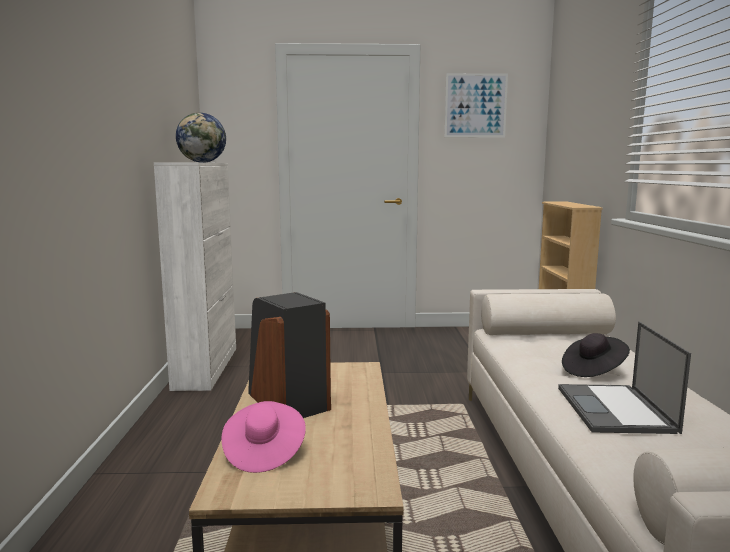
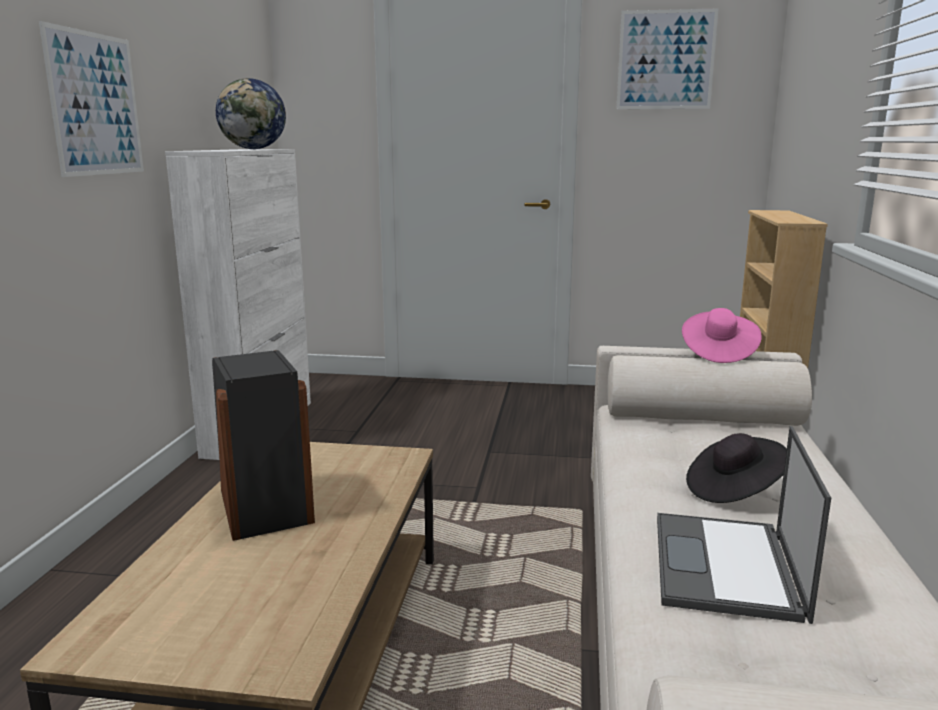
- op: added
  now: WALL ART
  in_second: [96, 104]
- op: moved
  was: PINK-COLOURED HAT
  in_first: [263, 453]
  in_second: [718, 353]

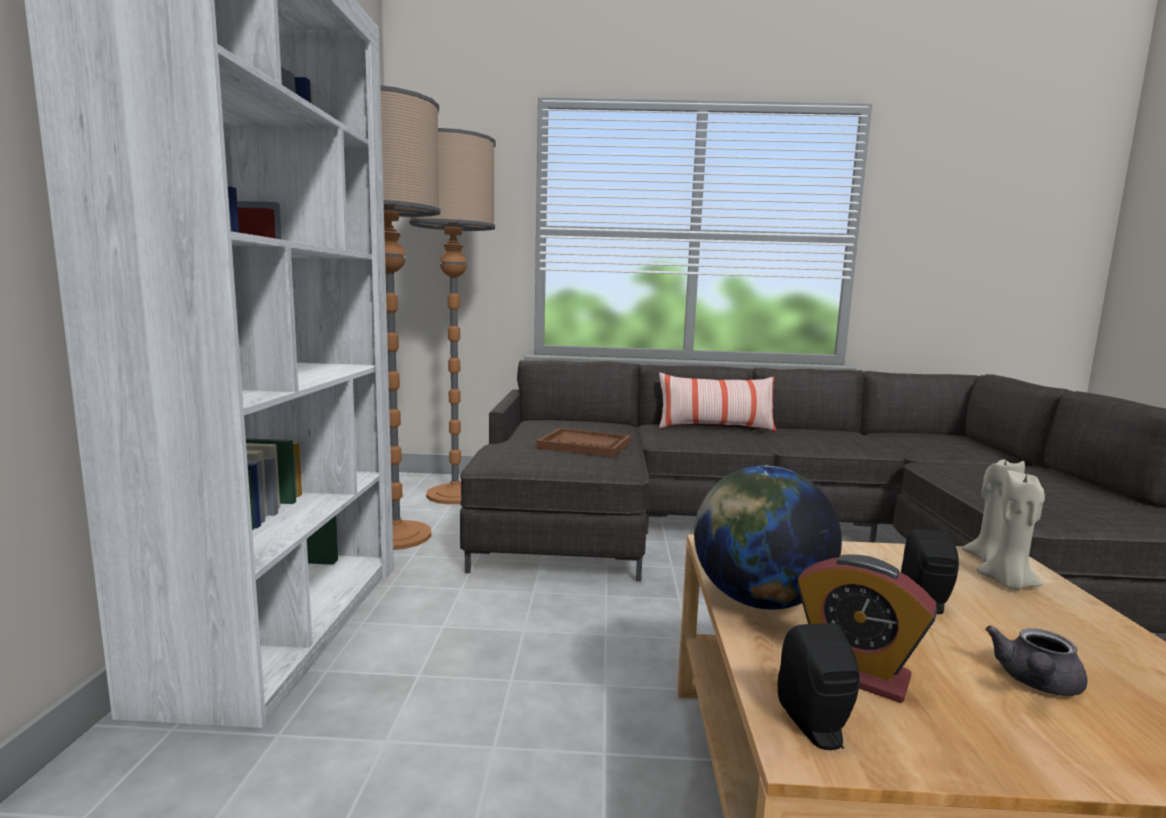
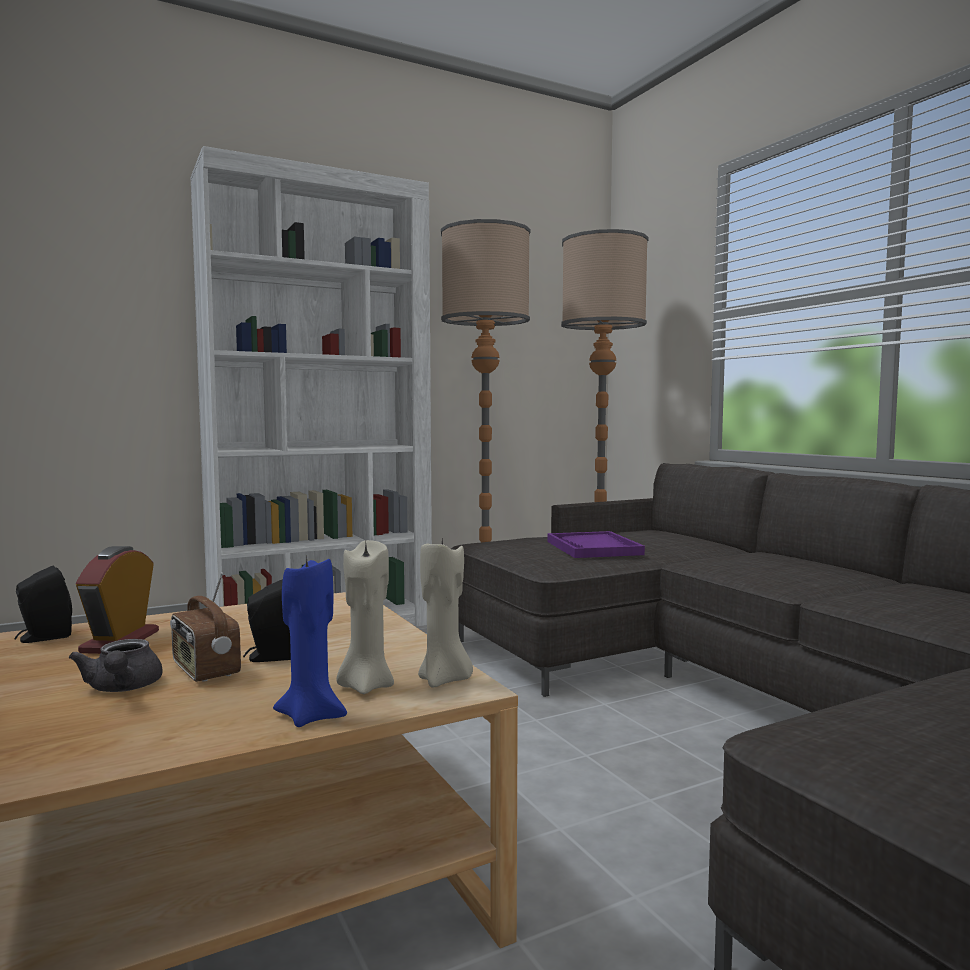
- op: removed
  was: CUSHION
  in_first: [715, 428]
- op: removed
  was: WORLD GLOBE
  in_first: [758, 600]
- op: added
  now: RADIO SET
  in_second: [204, 670]
- op: added
  now: BLUISH WAX CANDLE
  in_second: [311, 716]
- op: recoloured
  was: BROWN-COLOURED SERVING TRAY
  now: PURPLE-COLOURED SERVING TRAY
  in_first: [585, 445]
  in_second: [593, 548]
- op: turned
  was: GREYISH TEAPOT
  in_first: [1036, 683]
  in_second: [122, 688]
  clockwise: -120

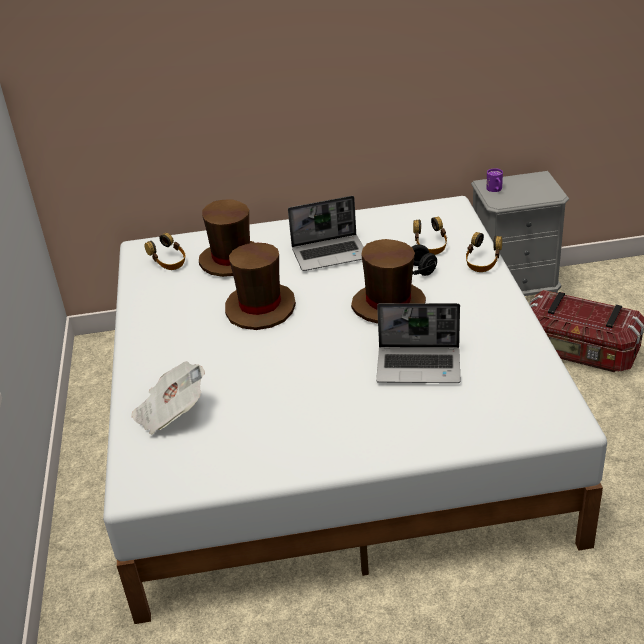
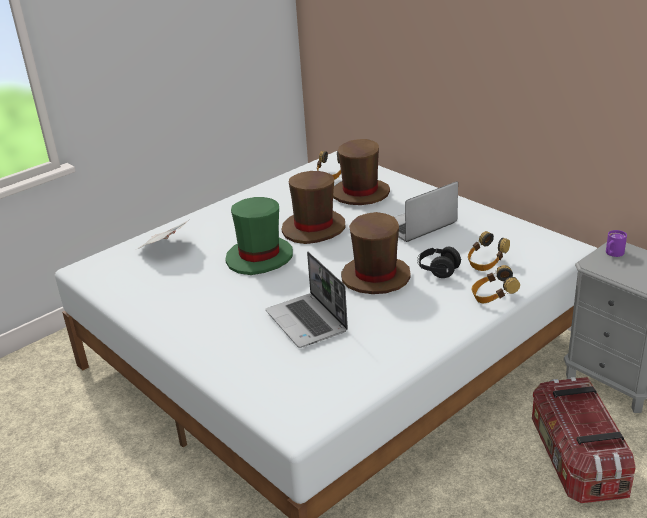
- op: added
  now: GREEN HAT
  in_second: [260, 257]
- op: turned
  was: NOTEBOOK COMPUTER
  in_first: [330, 254]
  in_second: [417, 225]
  clockwise: 105

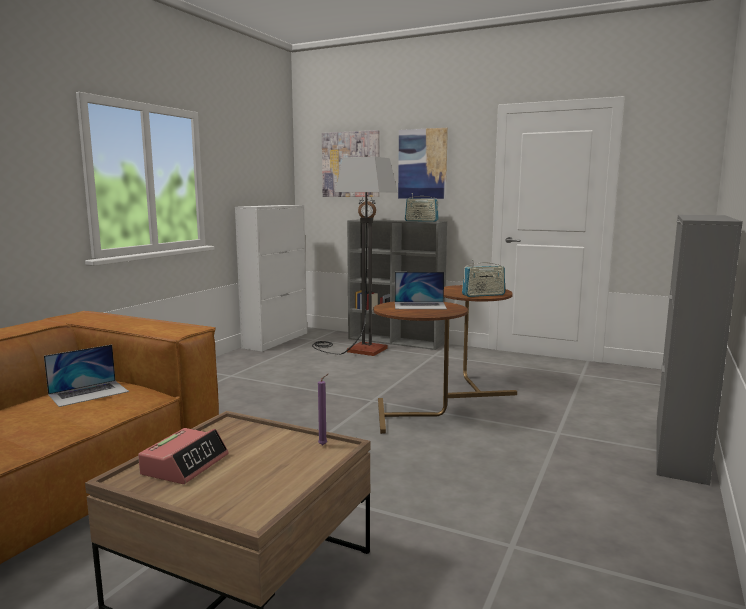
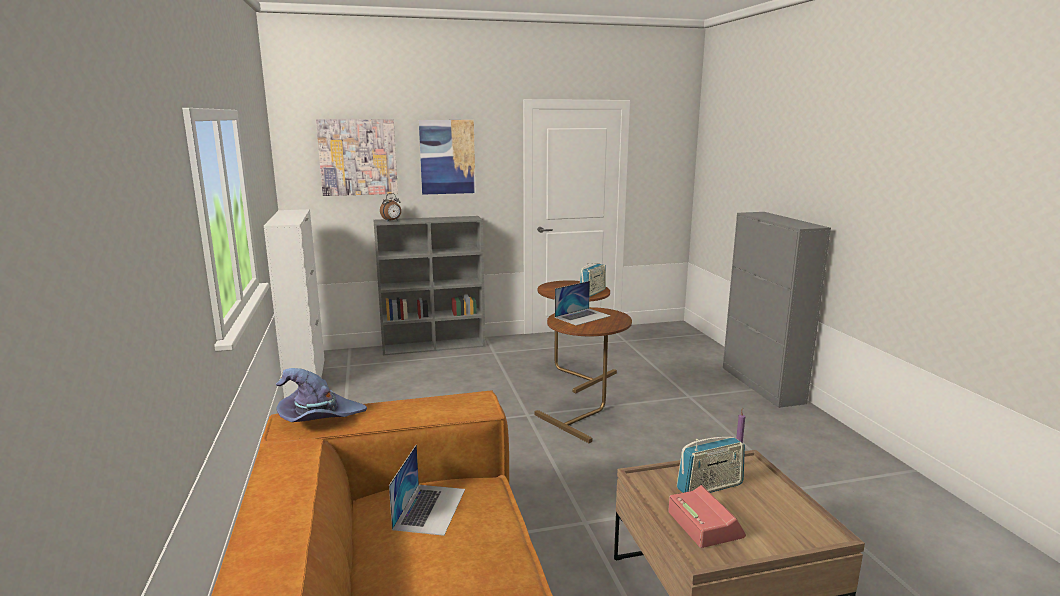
- op: removed
  was: STANDARD LAMP
  in_first: [355, 349]
- op: added
  now: PURPLE-COLOURED HAT
  in_second: [319, 417]
- op: moved
  was: RADIO SET
  in_first: [421, 221]
  in_second: [710, 487]

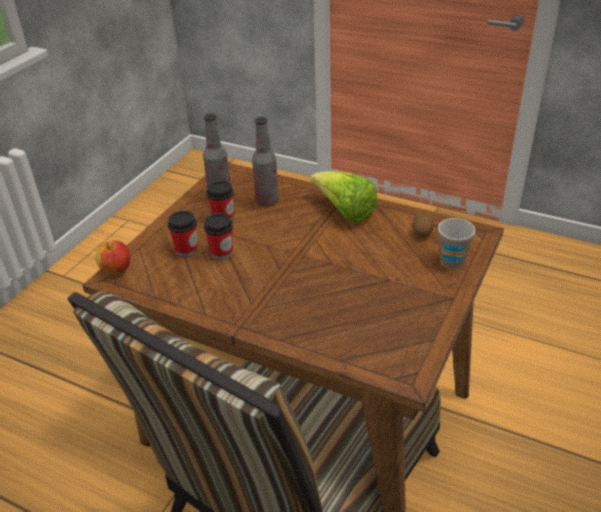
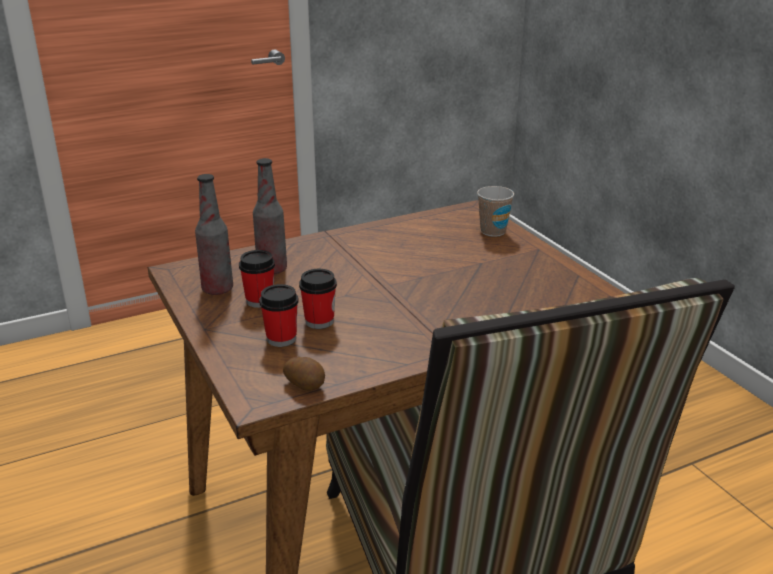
- op: removed
  was: WHOLE APPLE
  in_first: [116, 270]
- op: removed
  was: LETTUCE HEAD
  in_first: [345, 212]
- op: moved
  was: WHOLE POTATO
  in_first: [422, 232]
  in_second: [306, 384]

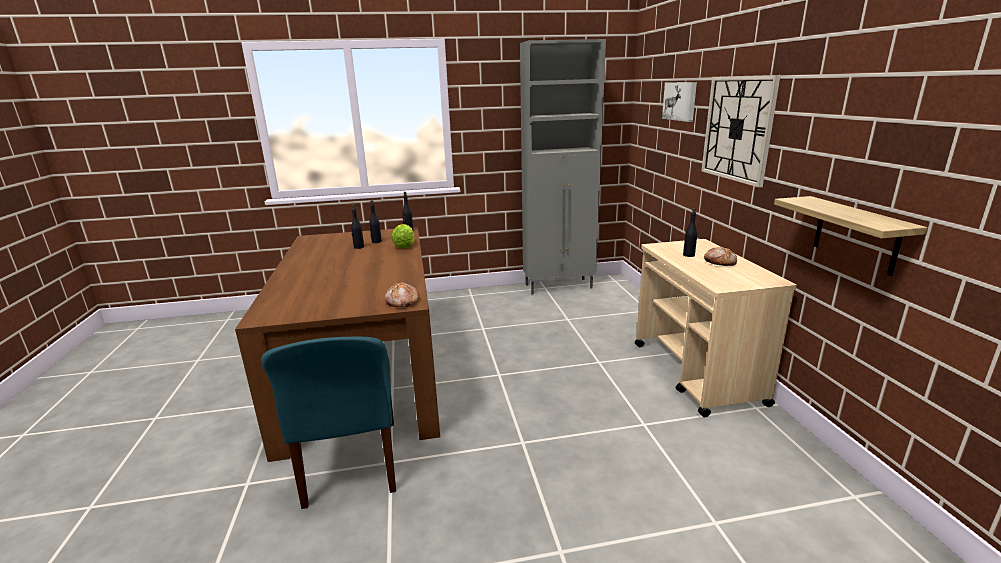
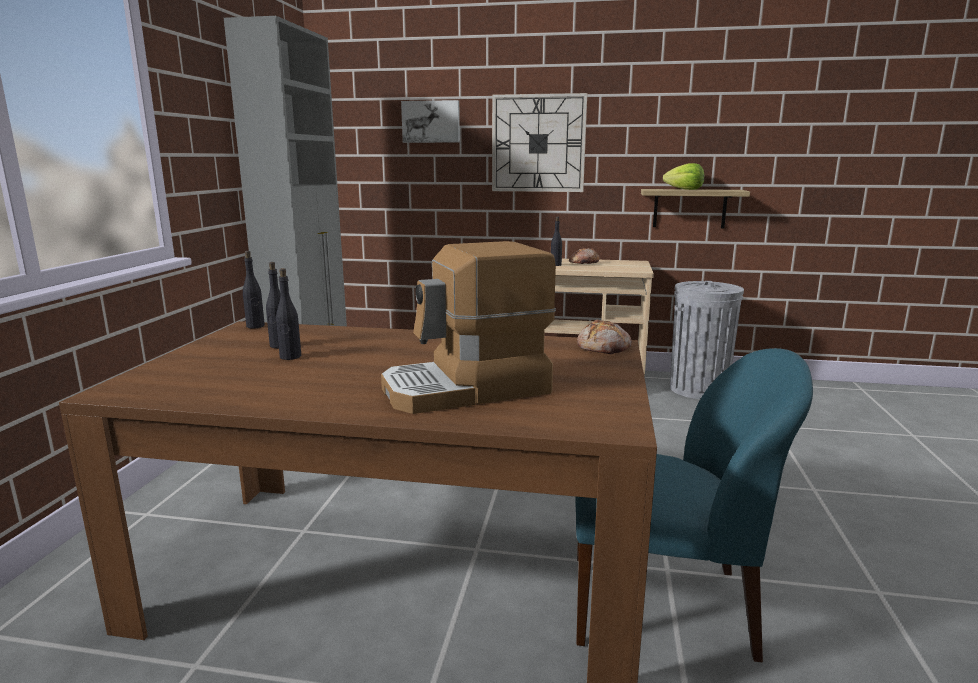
- op: added
  now: COFFEE MAKER
  in_second: [467, 389]
- op: added
  now: GREYISH WASTE BIN
  in_second: [698, 389]
- op: moved
  was: LETTUCE HEAD
  in_first: [405, 245]
  in_second: [684, 189]

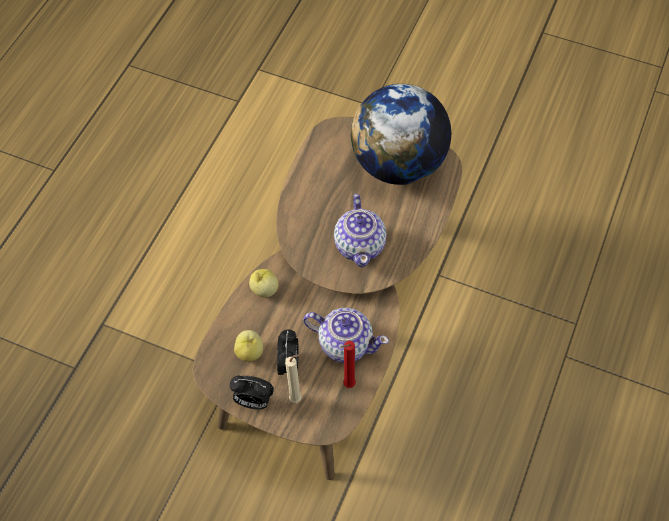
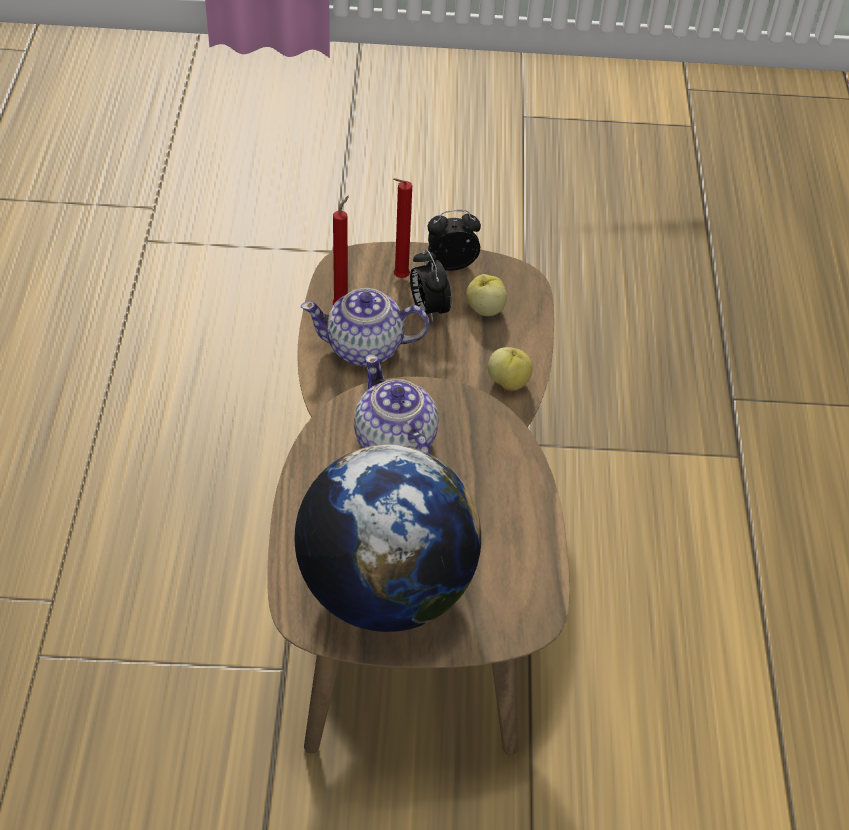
- op: recoloured
  was: SAND-COLOURED WAX CANDLE
  now: REDDISH WAX CANDLE
  in_first: [297, 399]
  in_second: [399, 278]

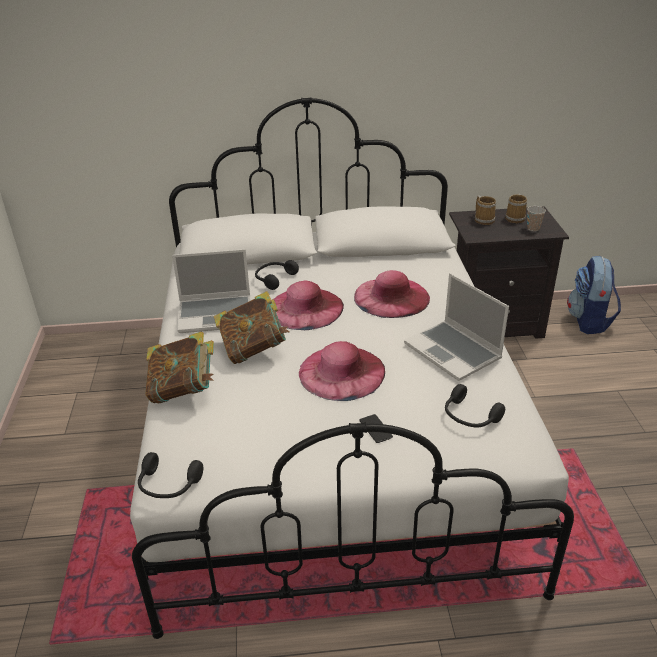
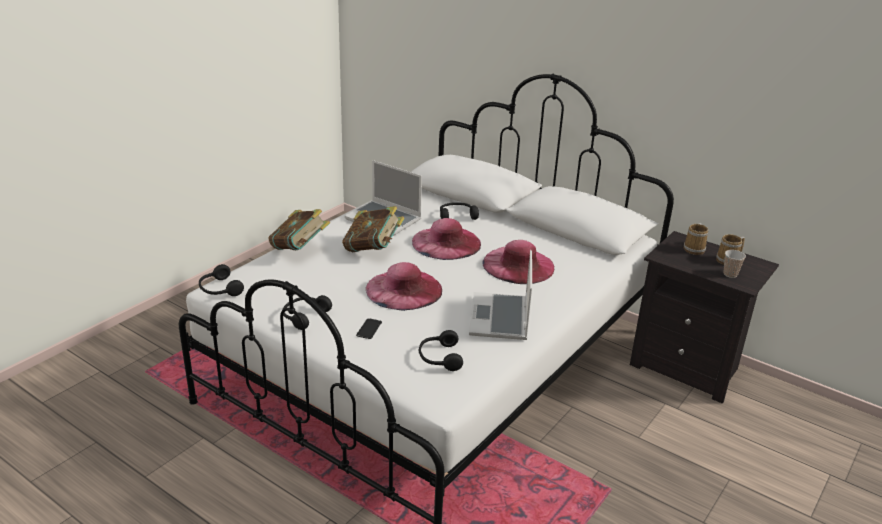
- op: removed
  was: BACKPACK
  in_first: [589, 321]
- op: added
  now: BLACKISH HEADPHONES
  in_second: [304, 316]

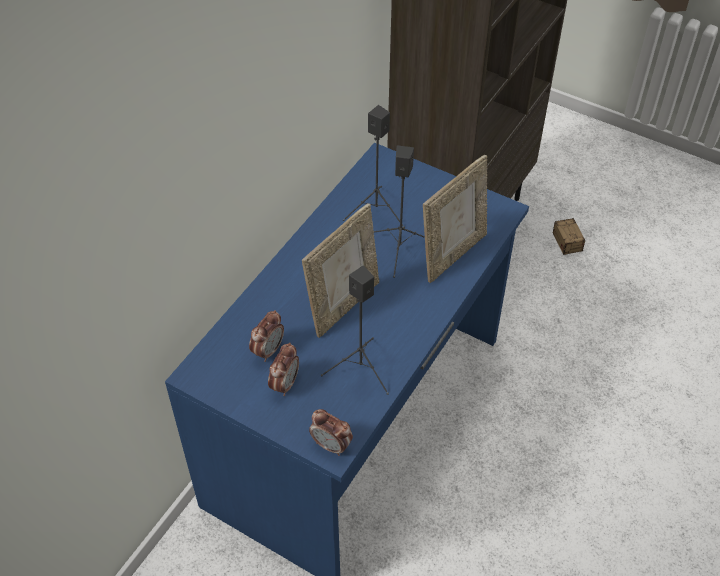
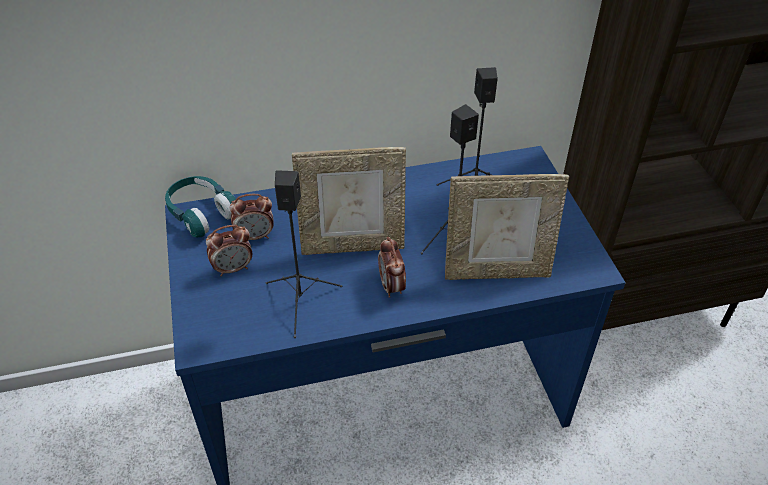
- op: removed
  was: STORAGE BOX
  in_first: [574, 258]
- op: added
  now: TURQUOISE-COLOURED HEADPHONES
  in_second: [202, 213]
- op: moved
  was: ALARM CLOCK
  in_first: [331, 445]
  in_second: [392, 286]

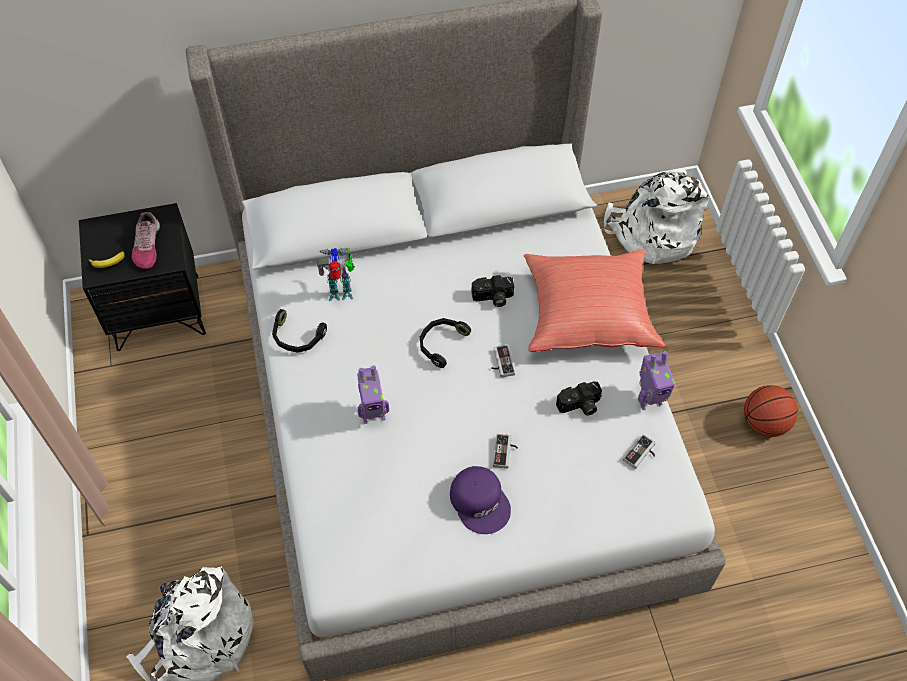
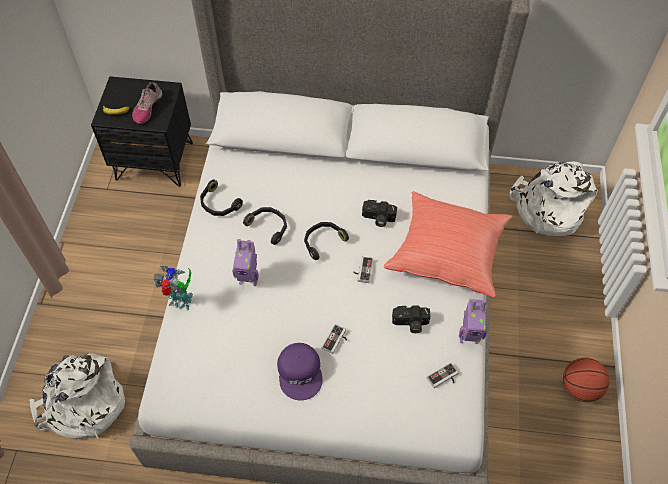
- op: added
  now: BLACKISH HEADPHONES
  in_second: [269, 226]
- op: moved
  was: ROBOT FIGURE
  in_first: [342, 294]
  in_second: [181, 303]

